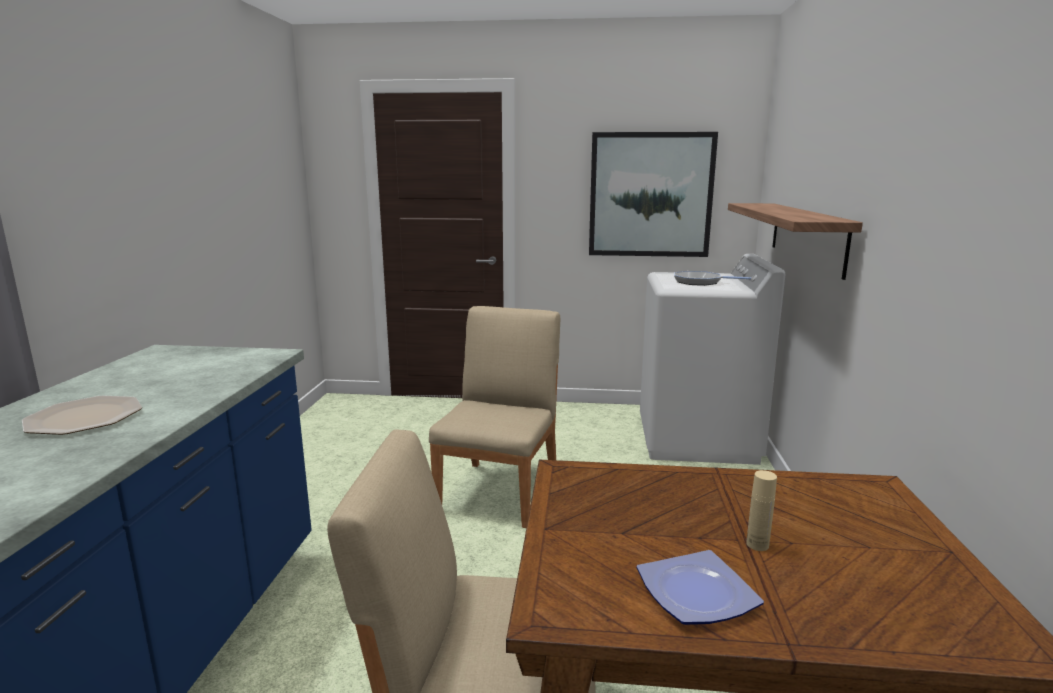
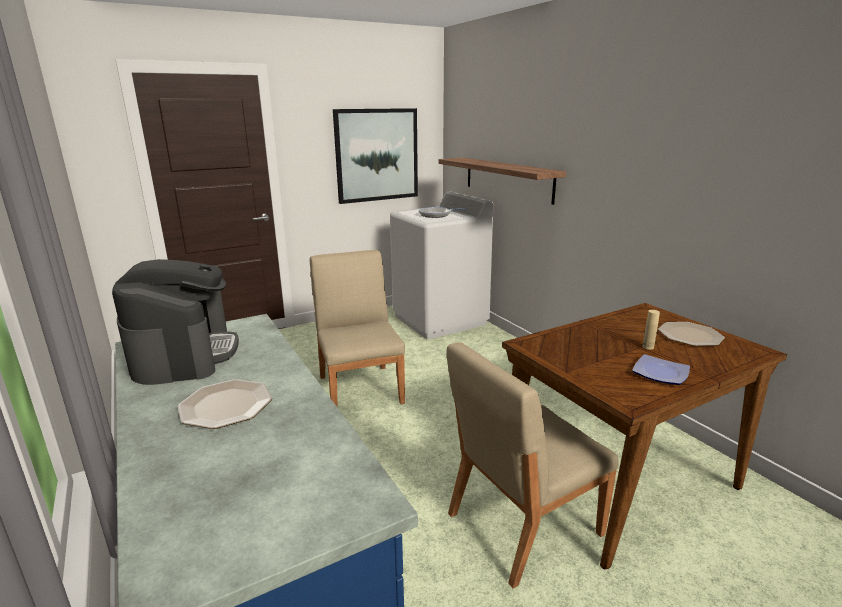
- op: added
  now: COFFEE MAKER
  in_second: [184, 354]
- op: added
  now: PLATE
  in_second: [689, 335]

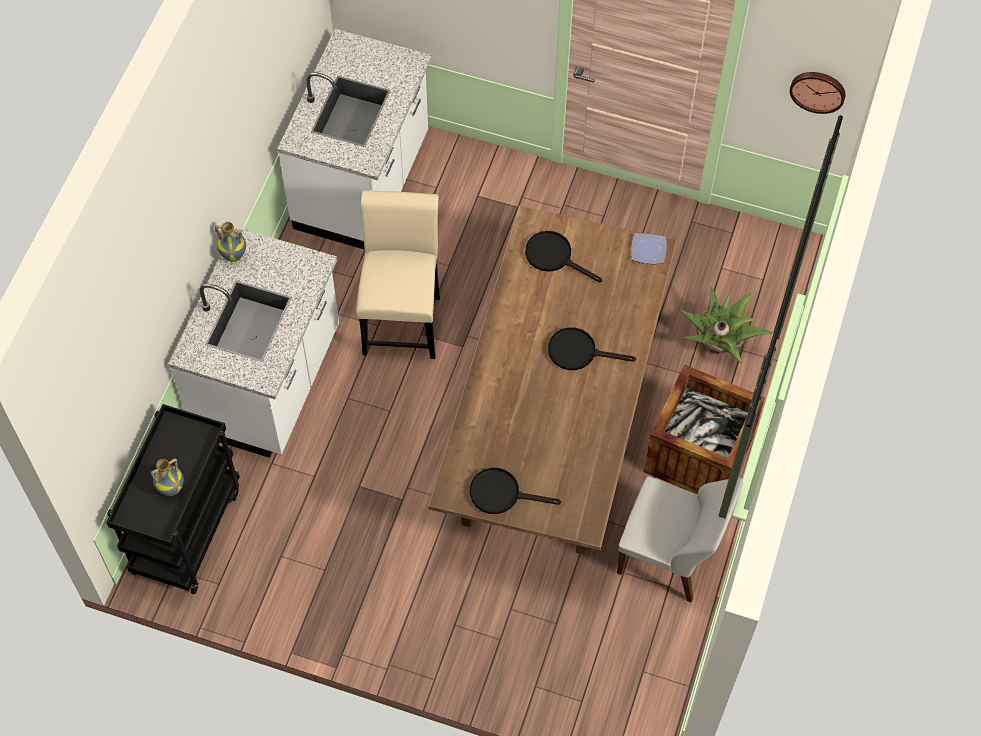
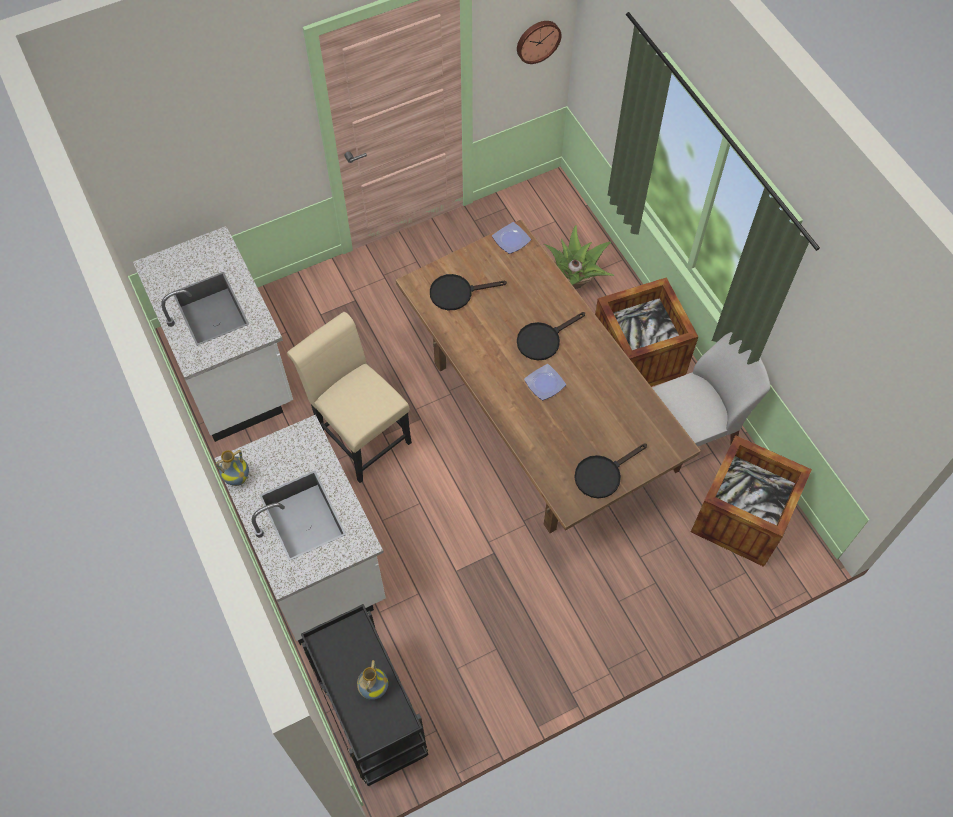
- op: added
  now: PLATE
  in_second: [545, 383]
- op: added
  now: SHIPPING CRATE
  in_second: [741, 517]

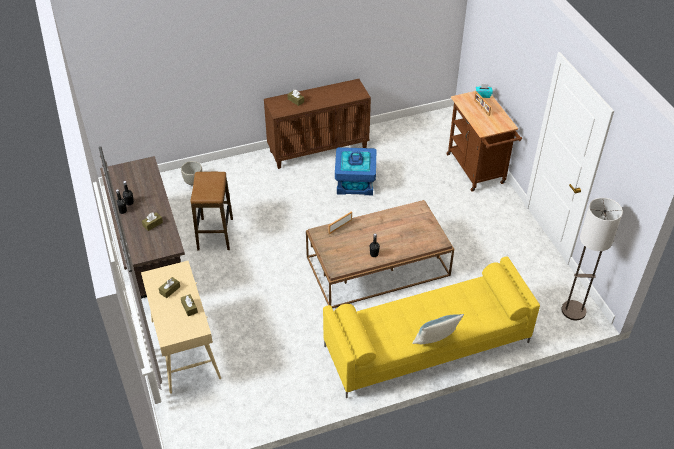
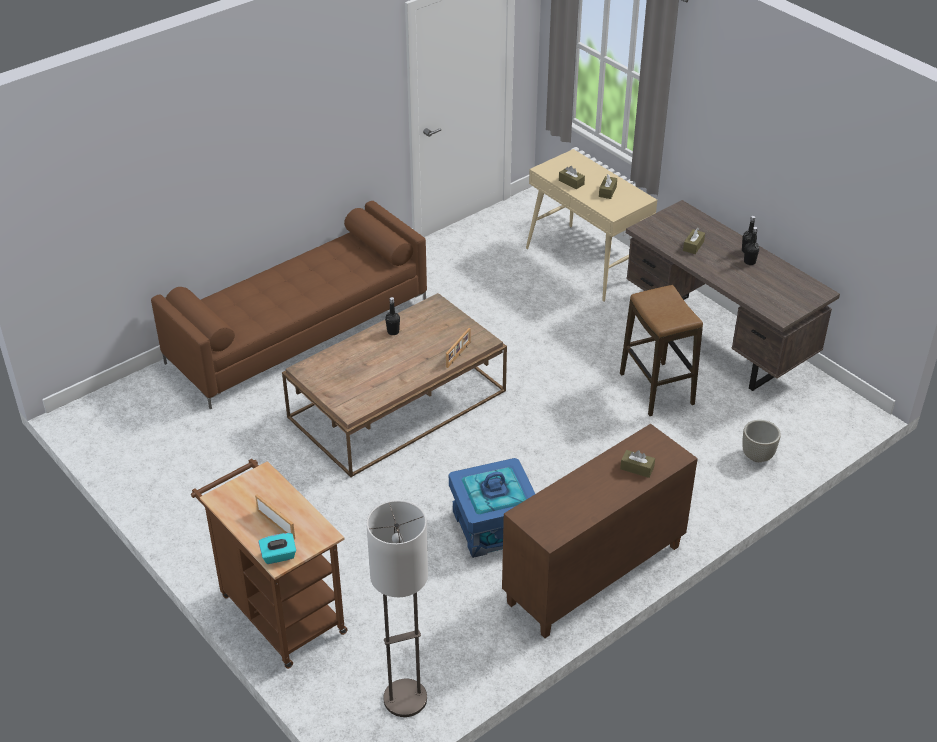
- op: removed
  was: CUSHION
  in_first: [435, 341]
- op: moved
  was: STANDARD LAMP
  in_first: [573, 311]
  in_second: [405, 698]
- op: recoloured
  was: YELLOW-COLOURED COUCH
  now: BROWN-COLOURED COUCH
  in_first: [426, 345]
  in_second: [299, 331]

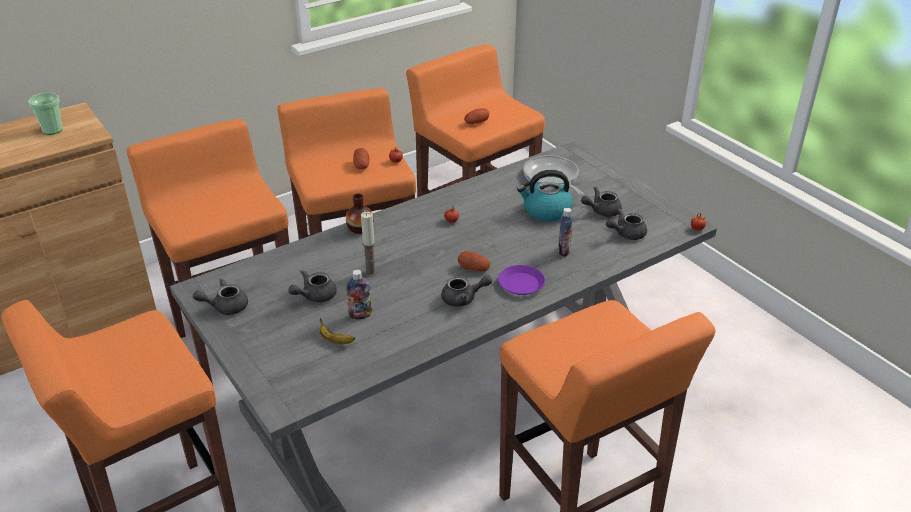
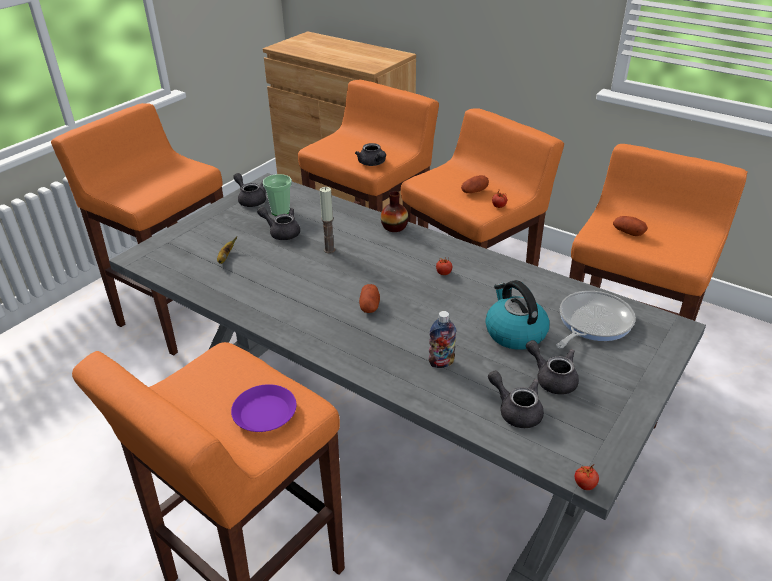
- op: removed
  was: DRINK BOTTLE
  in_first: [360, 315]
- op: moved
  was: SMALL CUP
  in_first: [52, 130]
  in_second: [280, 211]
- op: moved
  was: GREYISH TEAPOT
  in_first: [463, 299]
  in_second: [373, 164]
- op: moved
  was: PURPLE-COLOURED PLATE
  in_first: [521, 284]
  in_second: [265, 413]

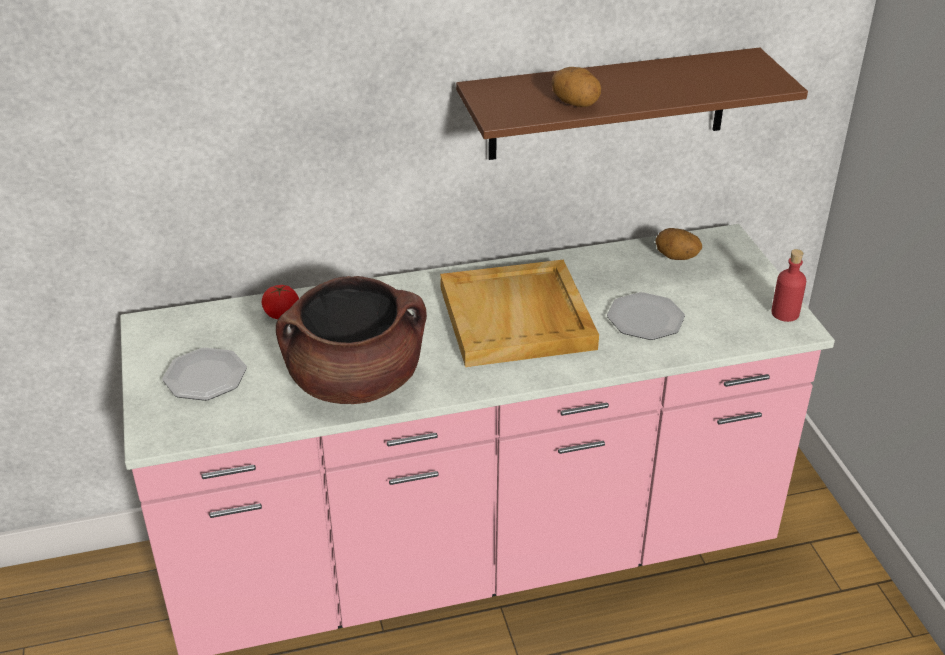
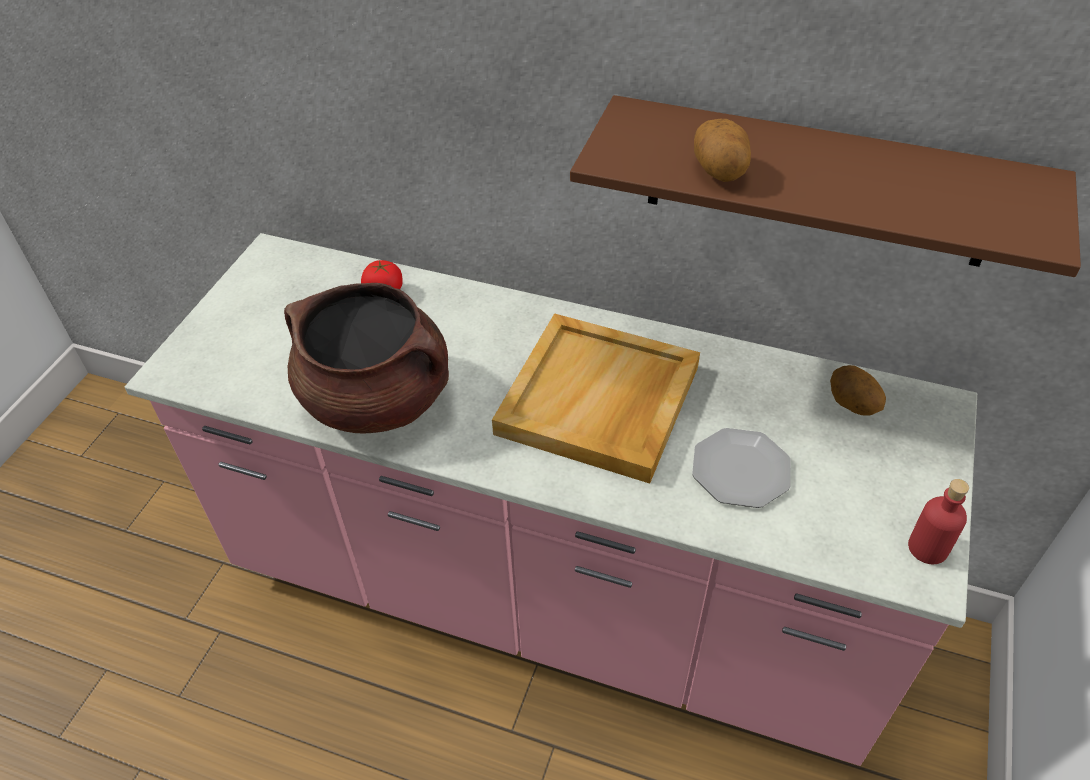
- op: removed
  was: PLATE
  in_first: [204, 377]

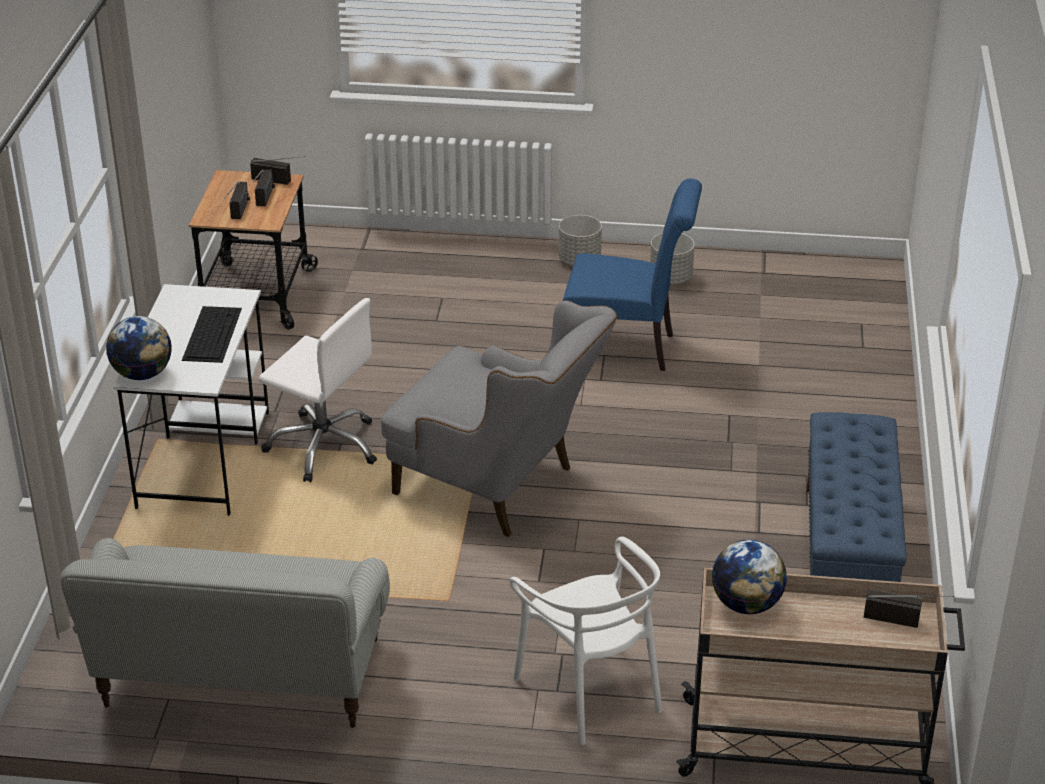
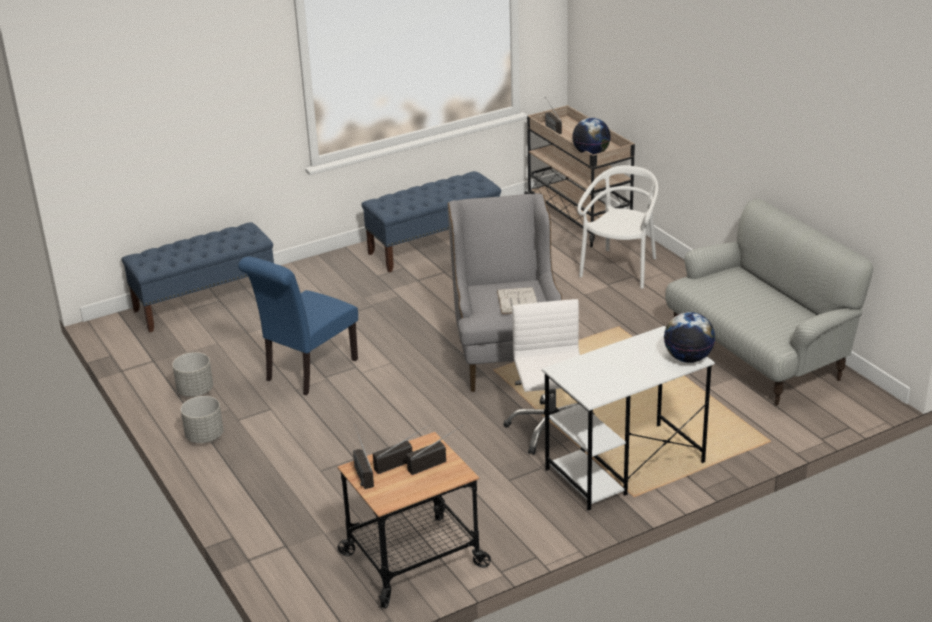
- op: removed
  was: COMPUTER KEYBOARD
  in_first: [212, 333]
- op: added
  now: BLUISH INDOOR BENCH
  in_second: [206, 302]
- op: added
  now: WHITE-COLOURED BOUND BOOK
  in_second: [517, 301]
- op: turned
  was: BLUISH CHAIR
  in_first: [627, 348]
  in_second: [307, 372]
  clockwise: -120

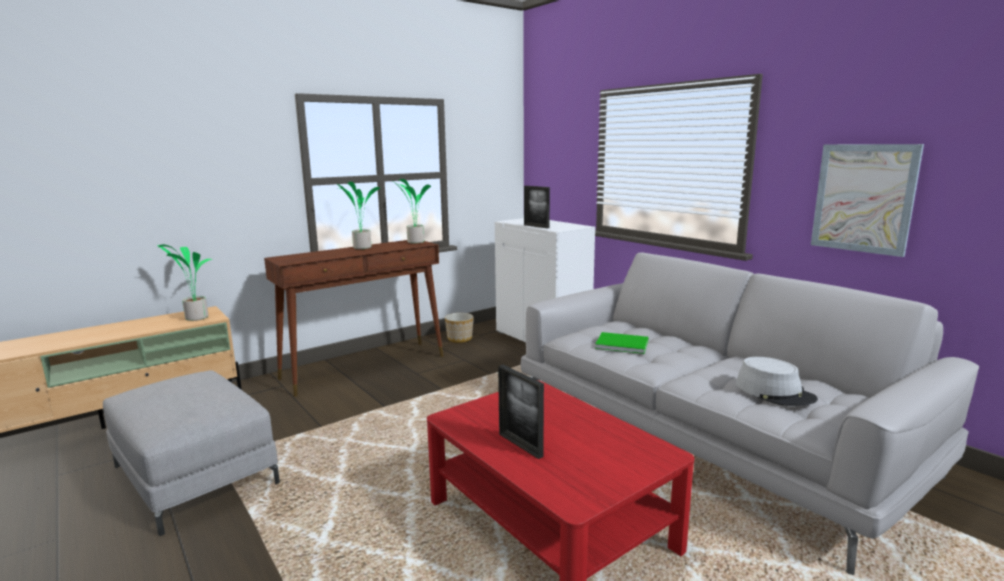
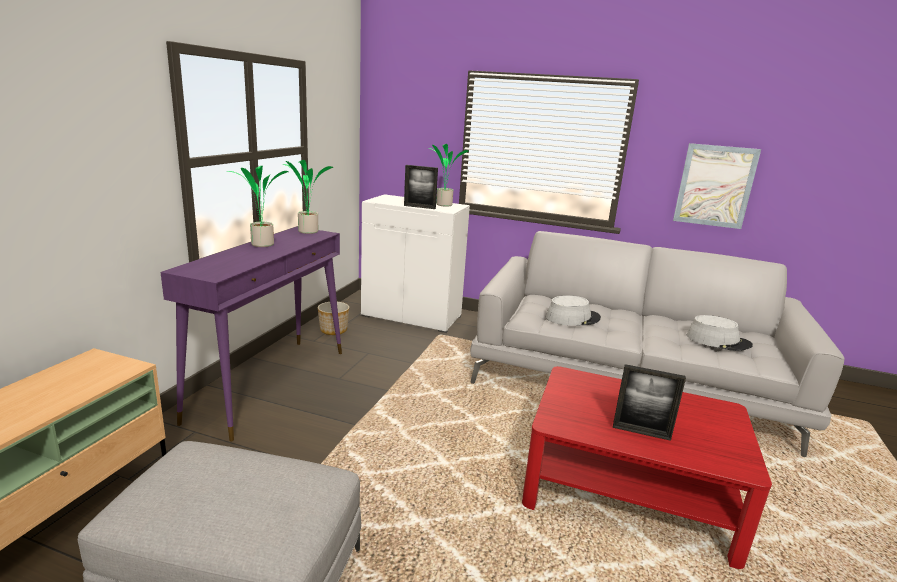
- op: moved
  was: PLANT IN A POT
  in_first: [195, 318]
  in_second: [443, 205]
- op: replaced
  was: GREEN BOUND BOOK
  now: GREYISH HAT
  in_first: [620, 344]
  in_second: [572, 318]
- op: recoloured
  was: BROWN-COLOURED CONSOLE TABLE
  now: PURPLE-COLOURED CONSOLE TABLE
  in_first: [365, 367]
  in_second: [271, 383]

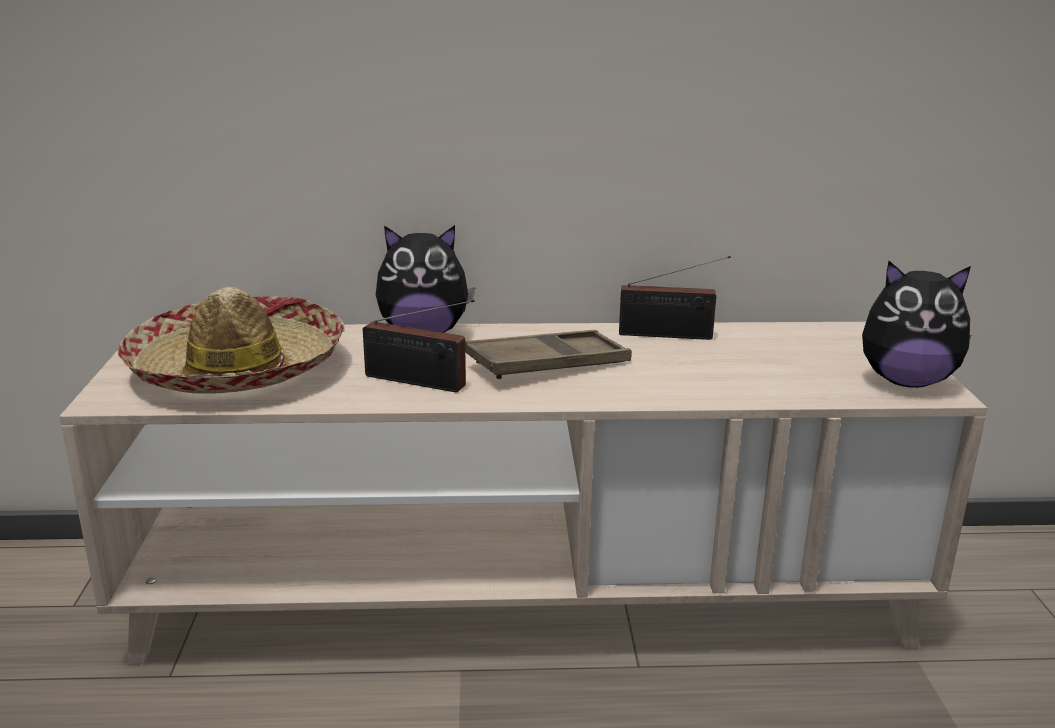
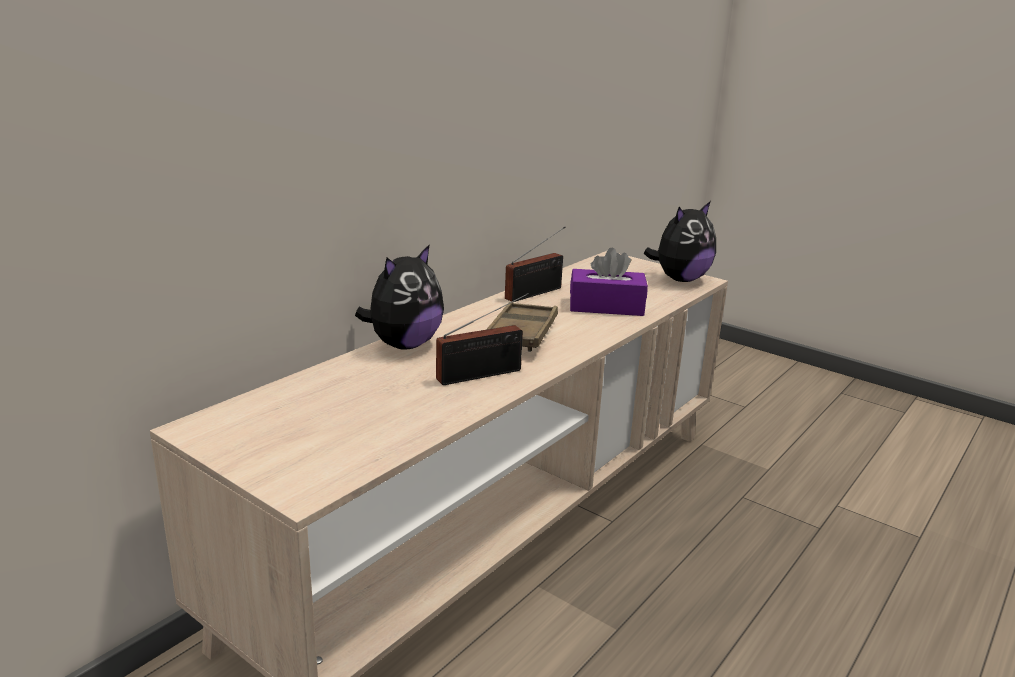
- op: removed
  was: HAT
  in_first: [237, 368]
- op: added
  now: PURPLE-COLOURED BOX OF TISSUES
  in_second: [606, 307]

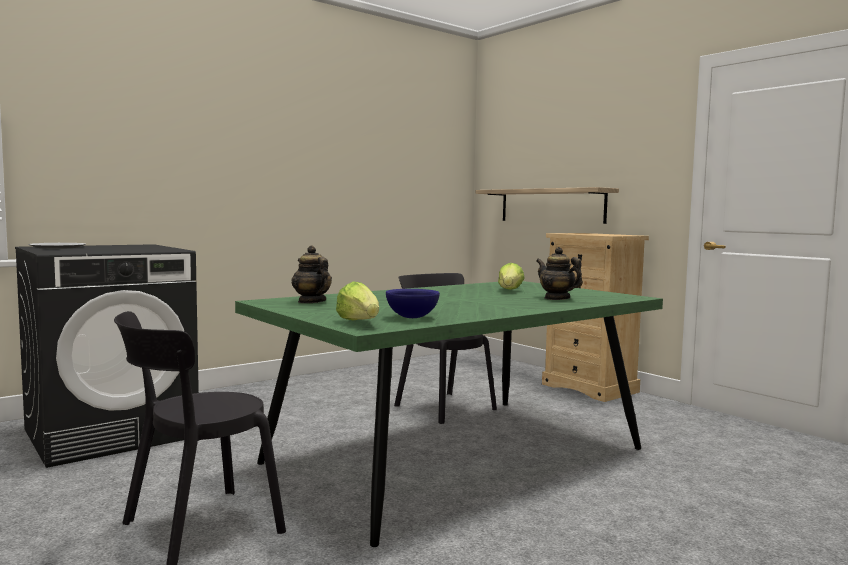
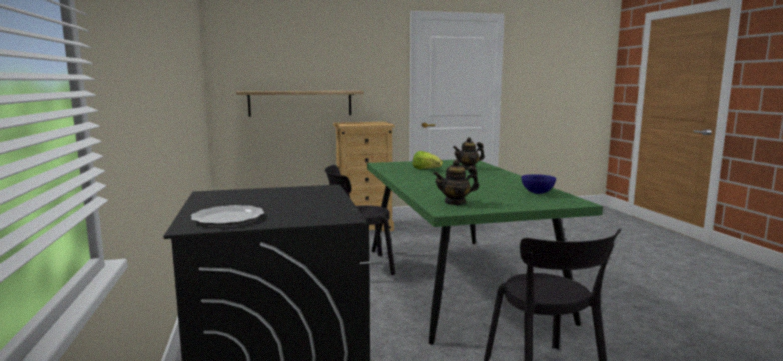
- op: removed
  was: LETTUCE HEAD
  in_first: [359, 322]

